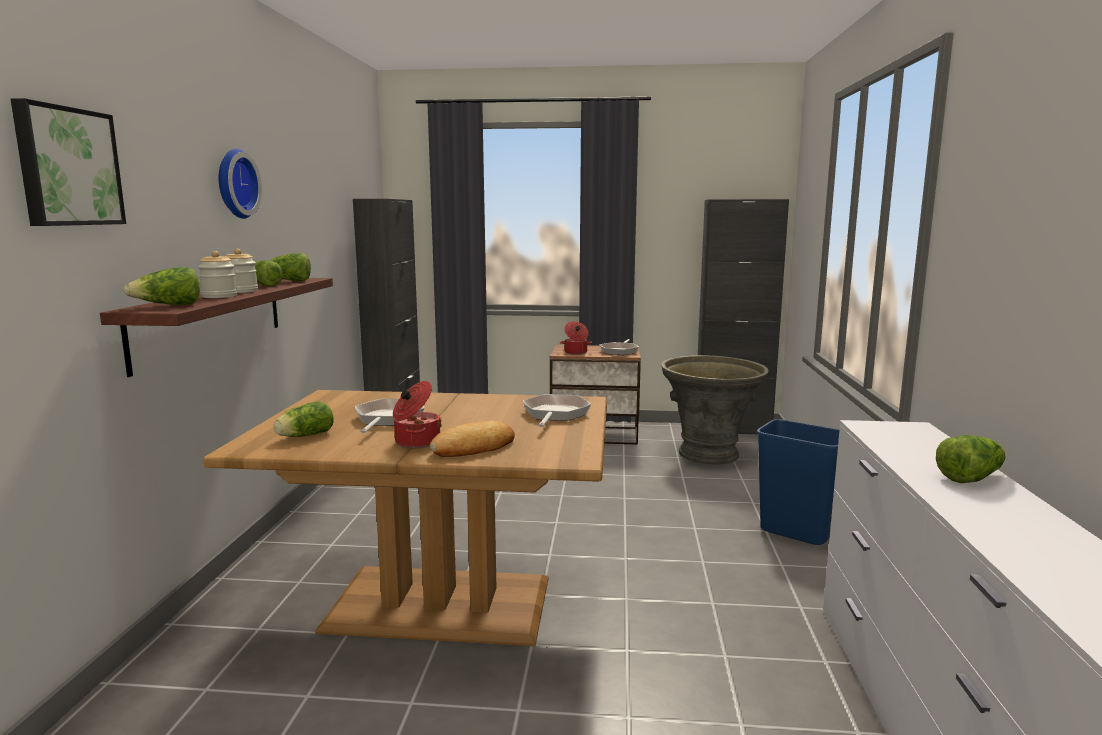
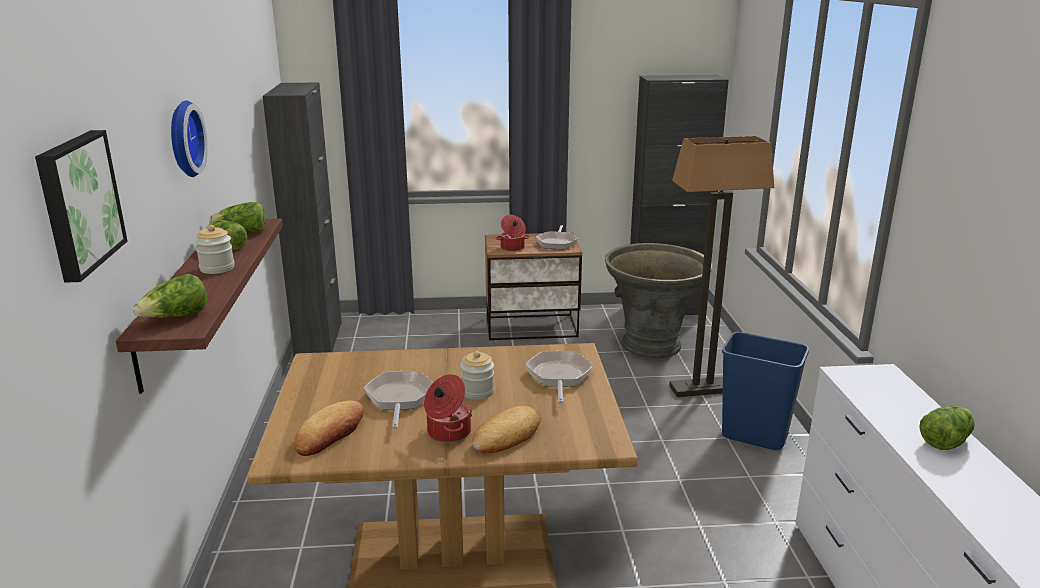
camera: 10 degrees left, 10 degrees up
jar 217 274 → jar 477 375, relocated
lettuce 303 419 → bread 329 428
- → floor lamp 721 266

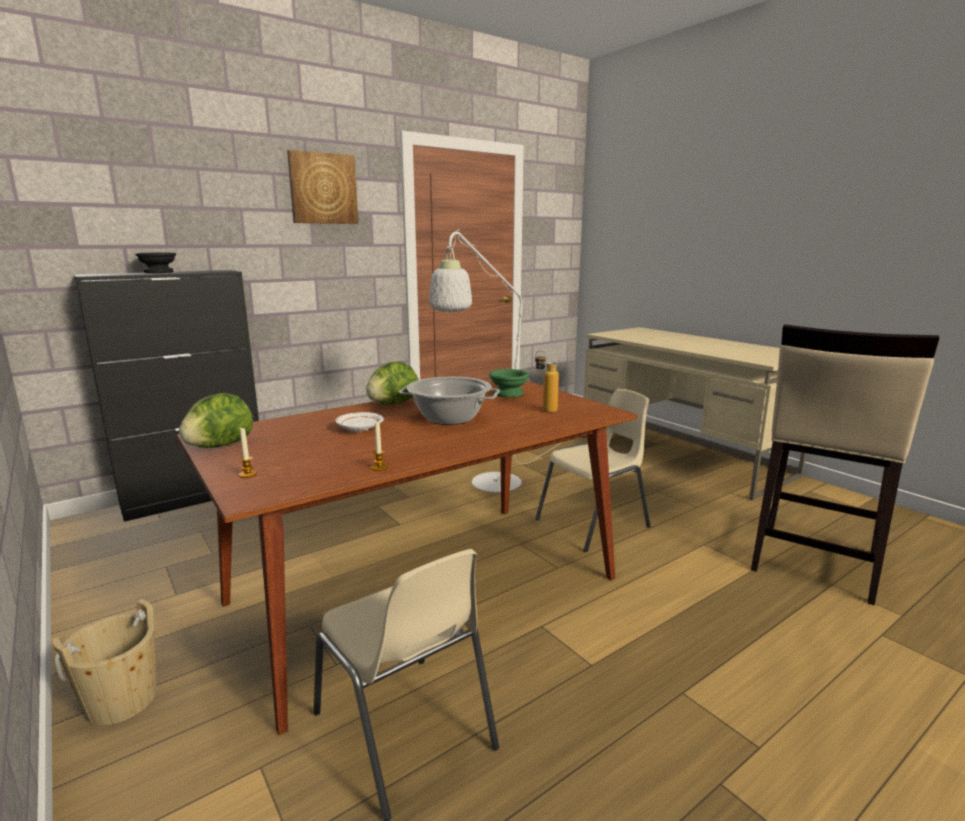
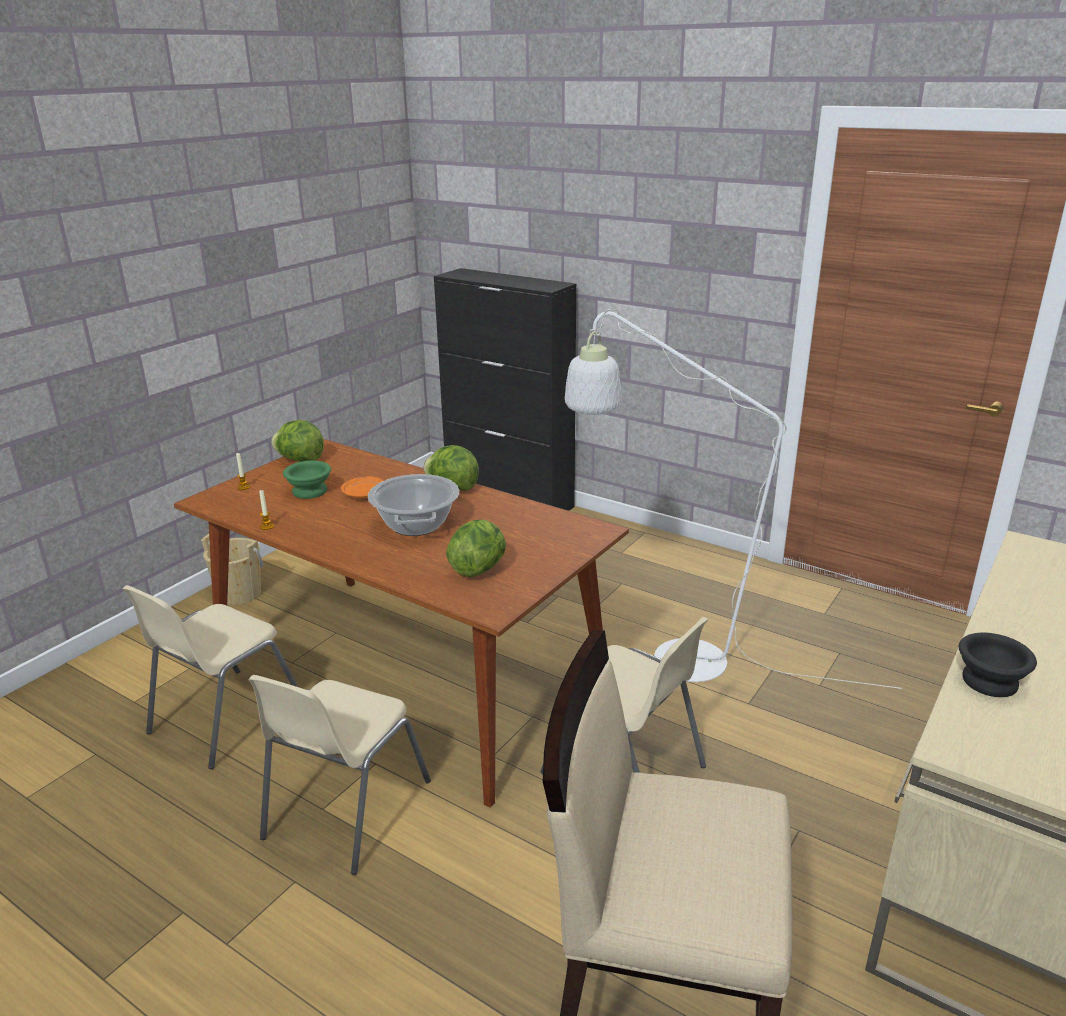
camera: 70 degrees right, 10 degrees up
bowl in black 155 263 → bowl in black 998 664, relocated
picture 322 187 → -
plate in white 359 422 → plate in orange 362 487
bowl in green 509 383 → bowl in green 307 480, relocated
bottle 547 382 → lettuce 476 548
- → chair in beige 340 775

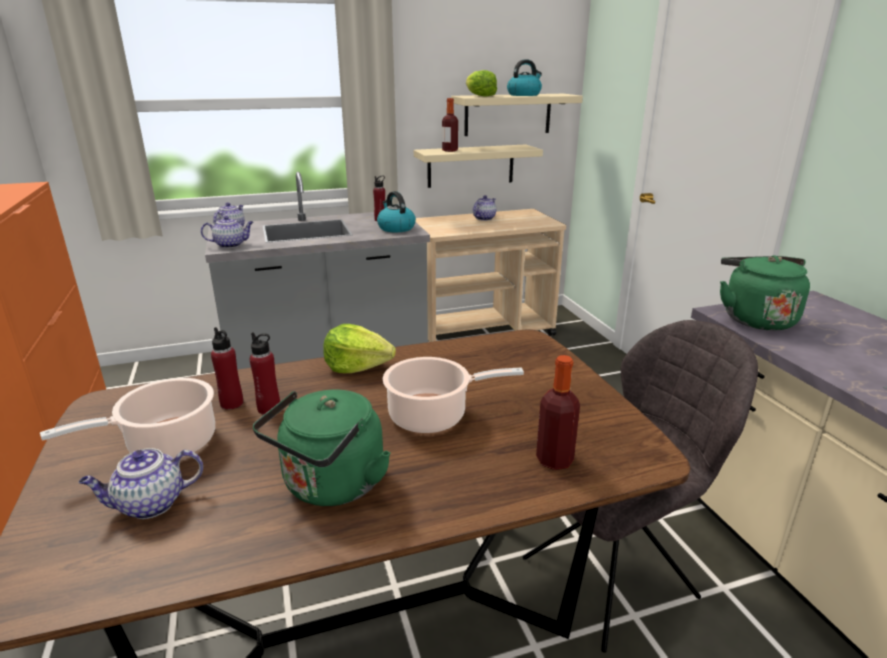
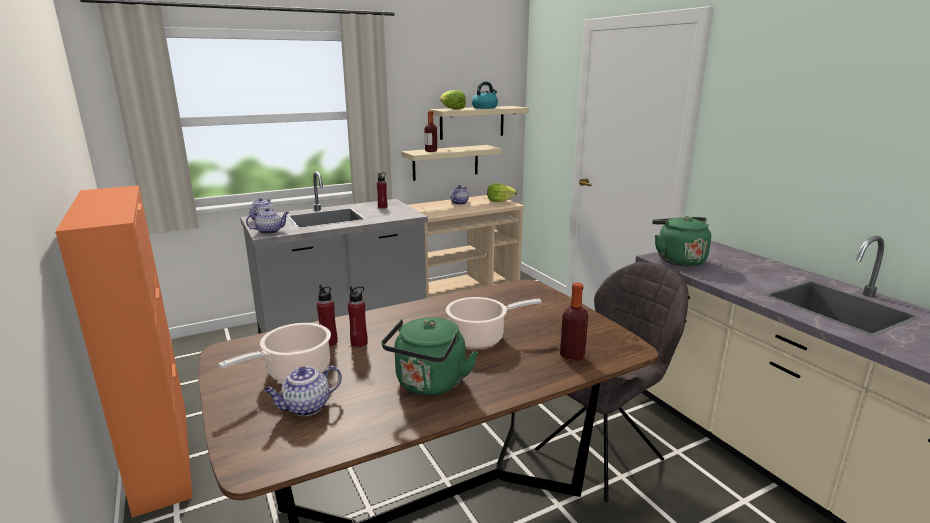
camera: 10 degrees left, 5 degrees down
lettuce 359 348 → lettuce 502 192, relocated
kettle 396 211 → -

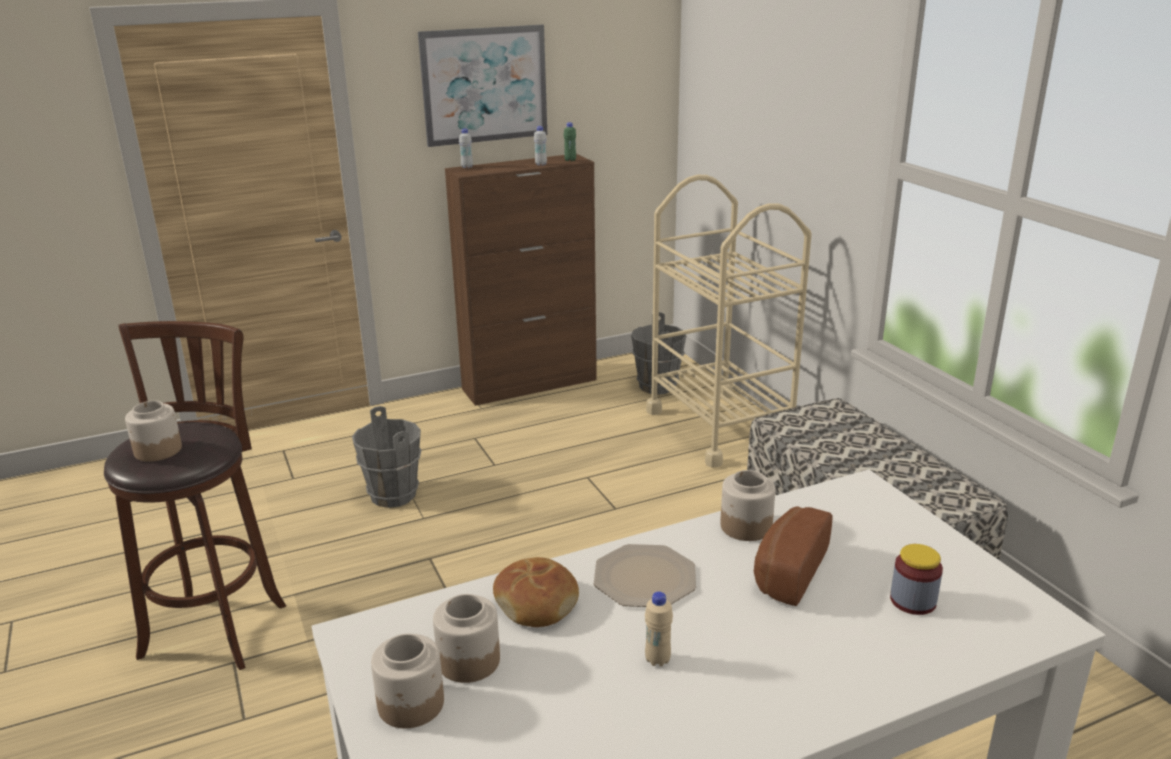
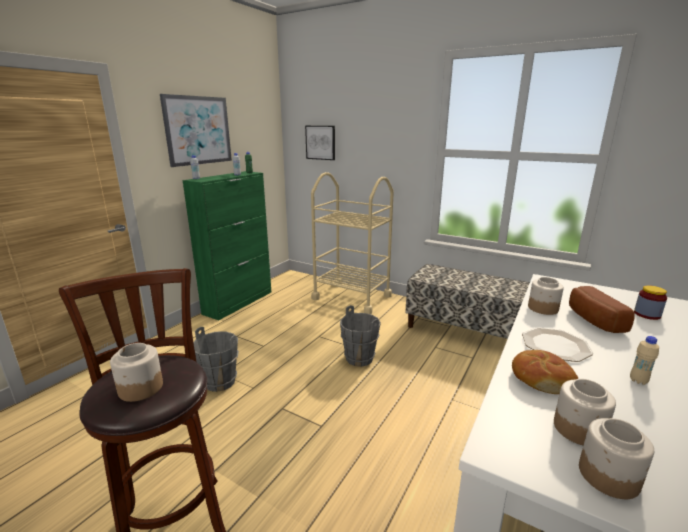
camera: 35 degrees left, 5 degrees down
cabinet in brown 521 280 → cabinet in green 226 246
bucket in grey 658 353 → bucket in grey 360 336, relocated
- → picture 320 143

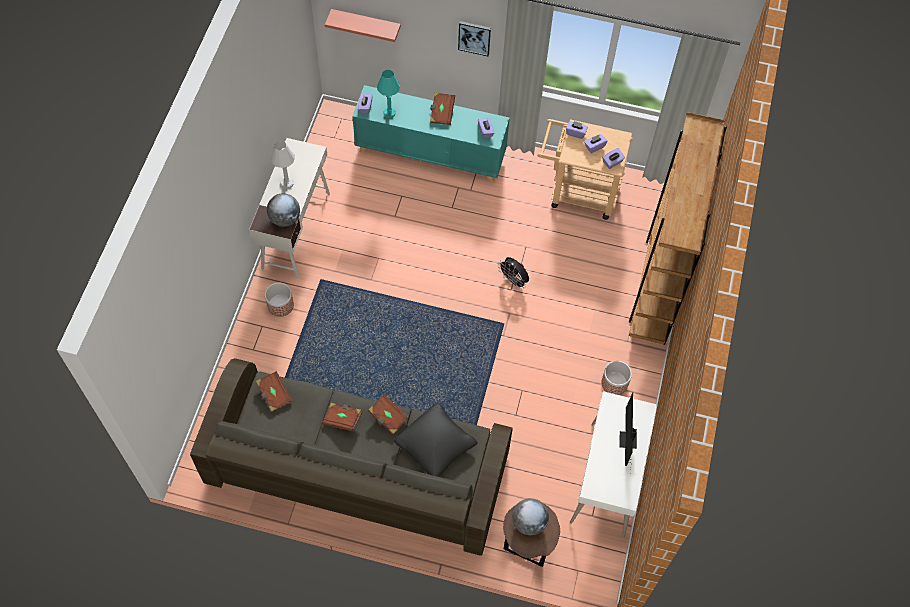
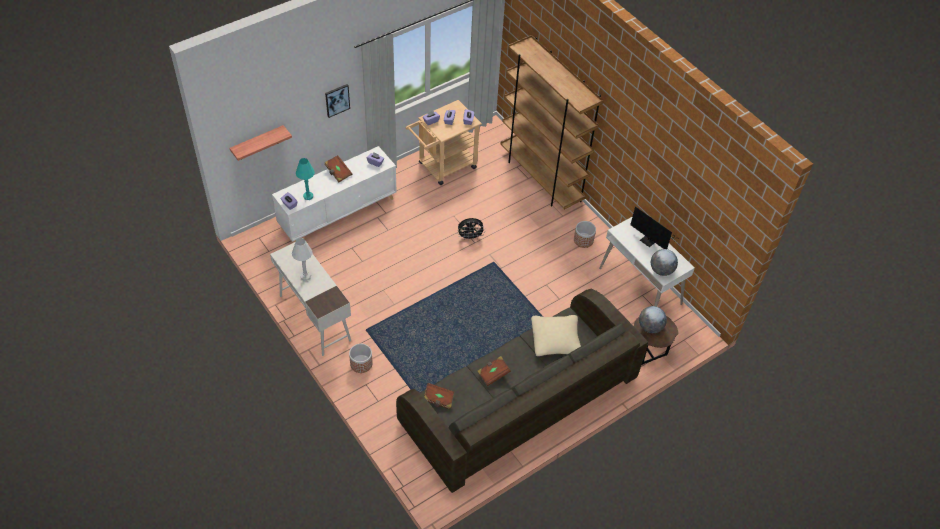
camera: 50 degrees left, 10 degrees down
globe 283 210 → globe 664 262, relocated
cabinet in turquoise 431 134 → cabinet in white 334 194
book in brown 388 414 → -
pillow in black 436 440 → pillow in beige 556 335

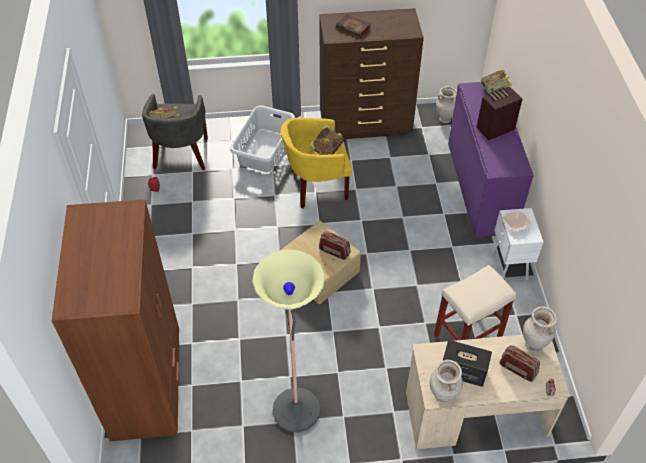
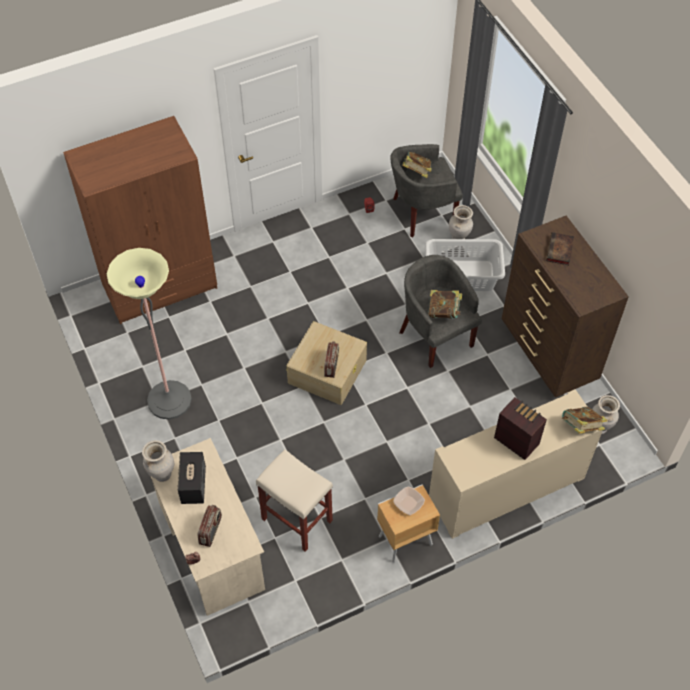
camera: 70 degrees right, 5 degrees up
armchair in yellow 316 163 → armchair in grey 440 311
cabinet in purple 491 160 → cabinet in beige 516 464
nightstand in white 517 244 → nightstand in brown 408 523
vase in beige 540 329 → vase in beige 461 222, relocated

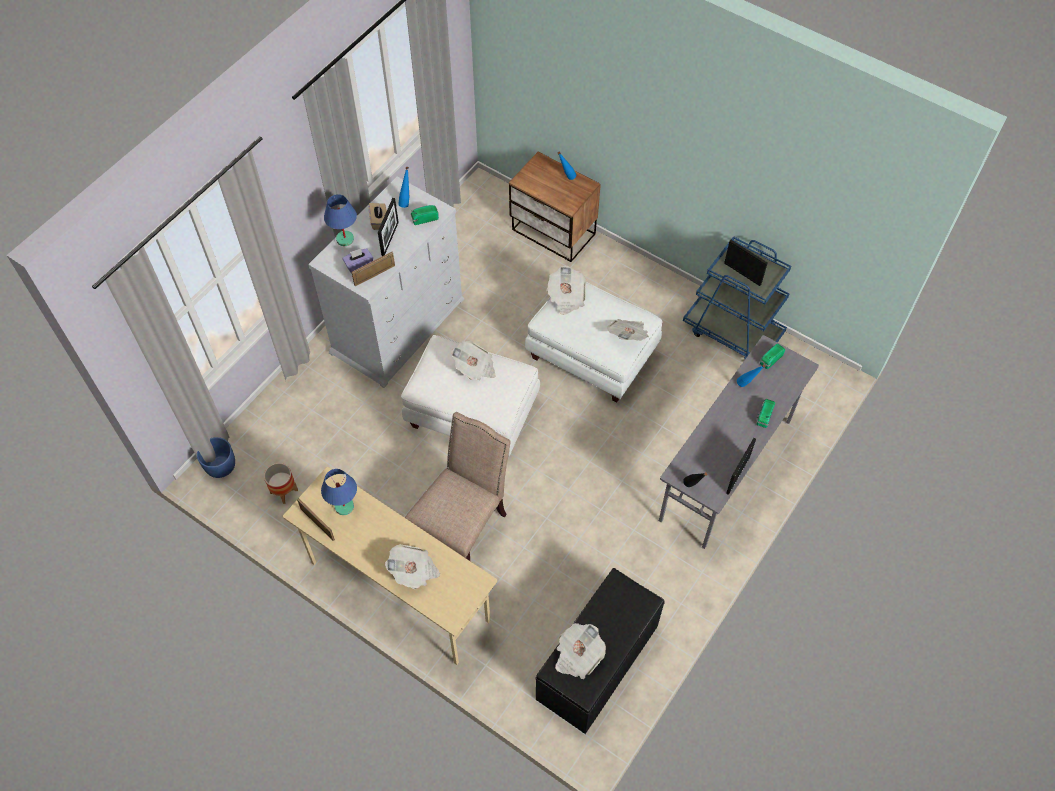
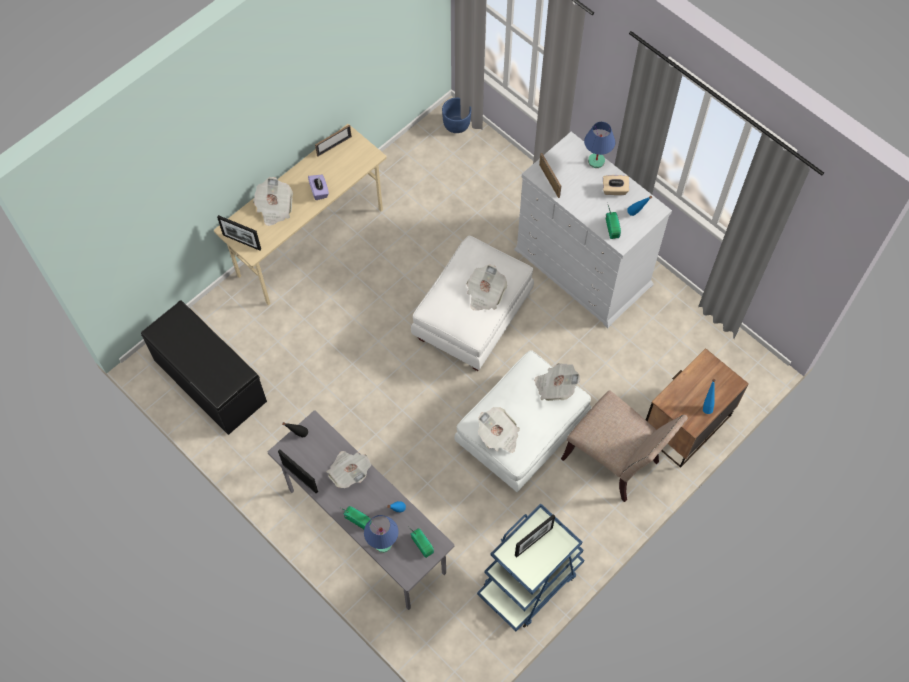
camera: 100 degrees right, 5 degrees up
planter 281 483 → -
table lamp in blue 339 492 → table lamp in blue 381 534, relocated
tissue box in purple 357 260 → tissue box in purple 318 187, relocated
picture frame 388 227 → picture frame 239 232, relocated
chair in beige 458 486 → chair in beige 624 446, relocated
newspaper 580 651 → newspaper 349 469, relocated

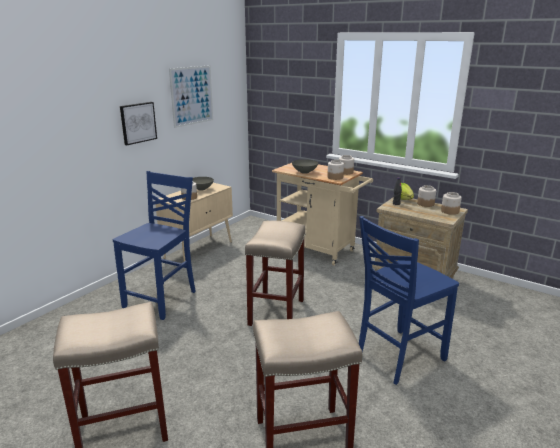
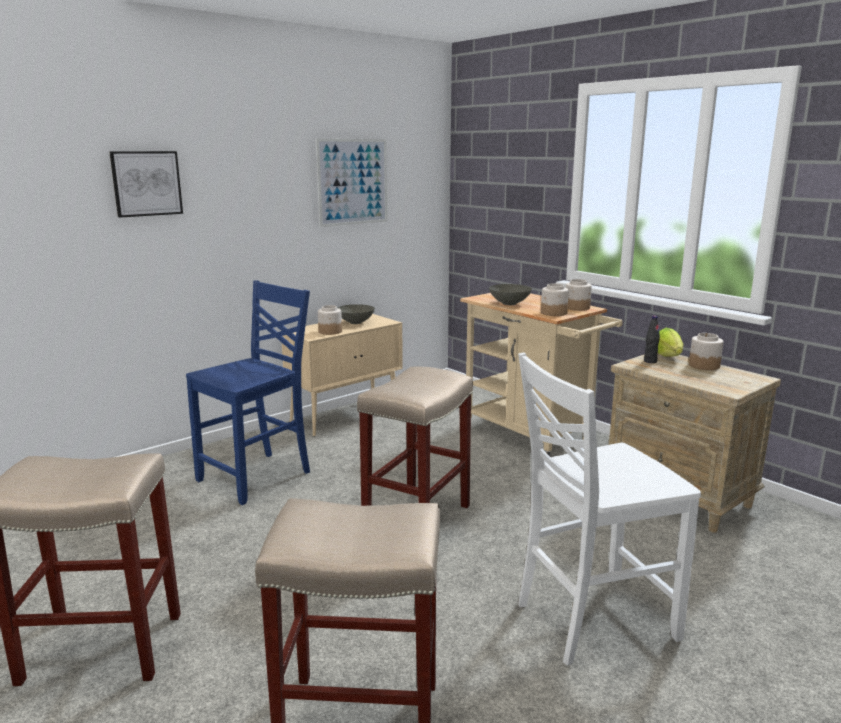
camera: 15 degrees right, 5 degrees down
picture 138 123 → picture 146 184, relocated
chair in blue 409 300 → chair in white 609 509
jar 451 203 → -

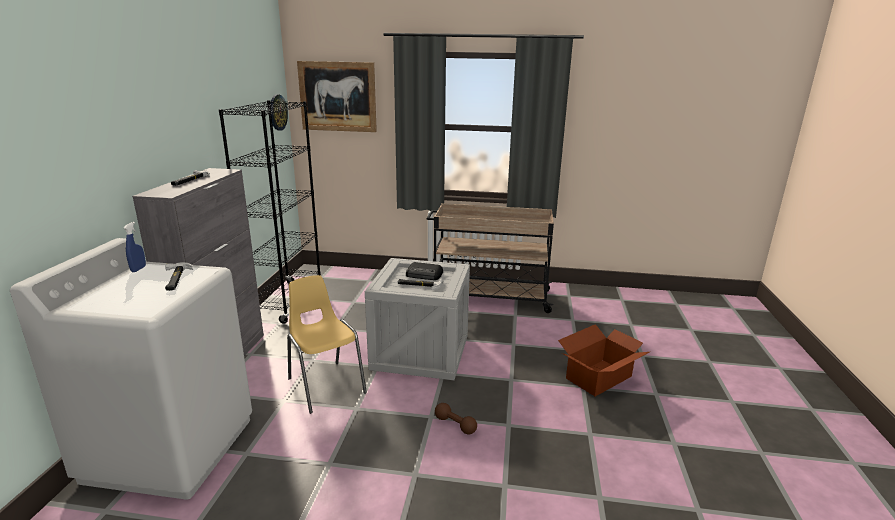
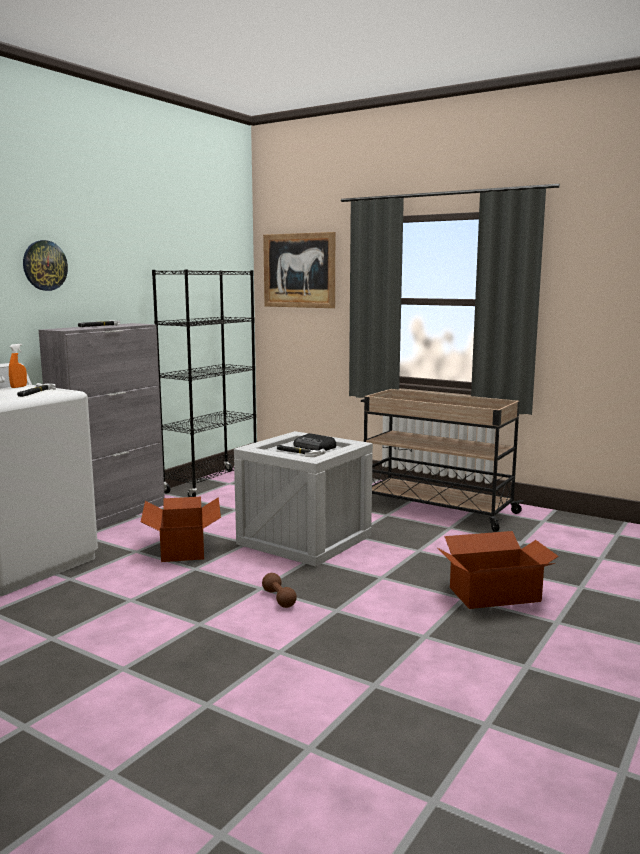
camera: 25 degrees right, 10 degrees down
spray bottle in blue 134 247 → spray bottle in orange 18 366
wall clock 279 112 → wall clock 45 265, relocated
chair in yellow 327 344 → cardboard box 181 529

